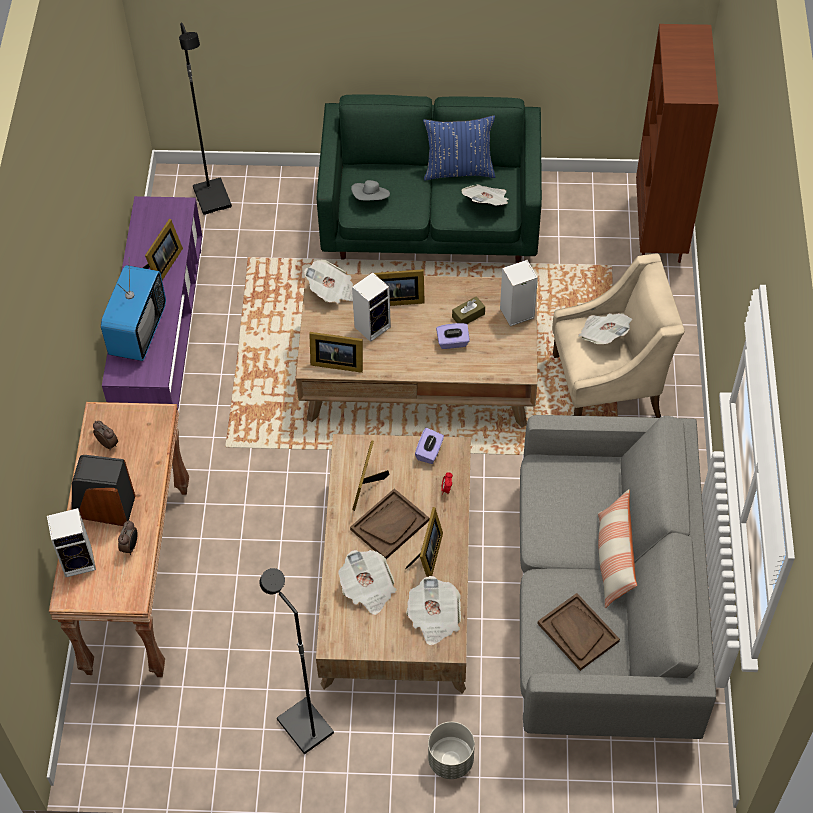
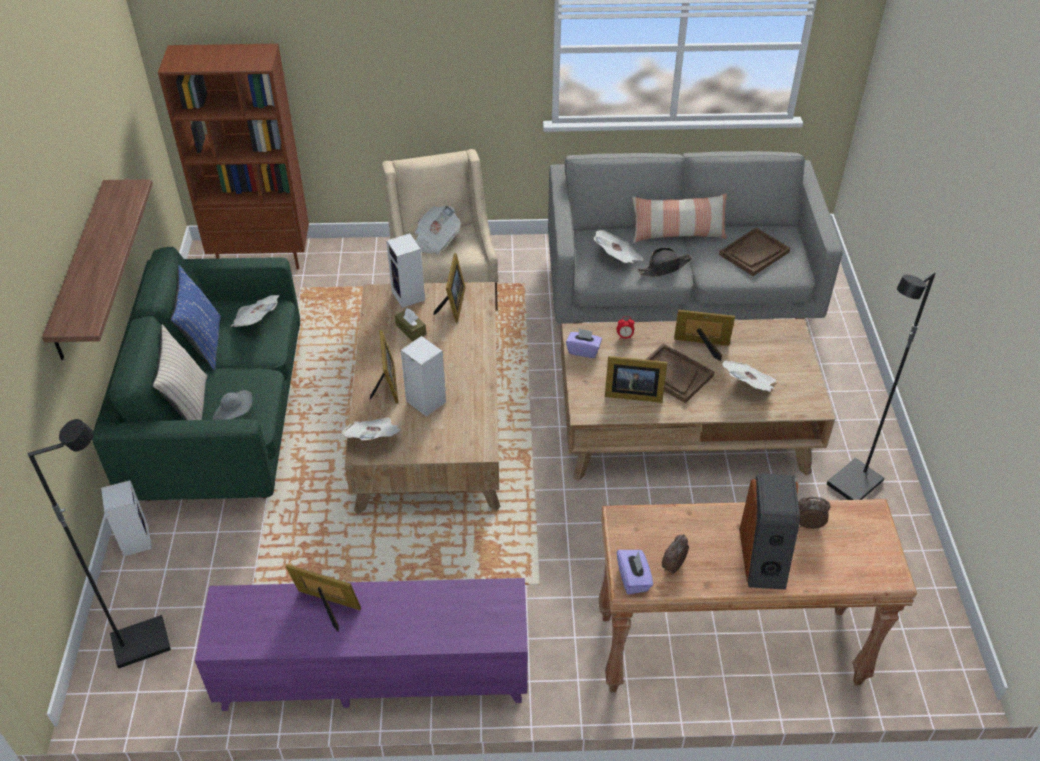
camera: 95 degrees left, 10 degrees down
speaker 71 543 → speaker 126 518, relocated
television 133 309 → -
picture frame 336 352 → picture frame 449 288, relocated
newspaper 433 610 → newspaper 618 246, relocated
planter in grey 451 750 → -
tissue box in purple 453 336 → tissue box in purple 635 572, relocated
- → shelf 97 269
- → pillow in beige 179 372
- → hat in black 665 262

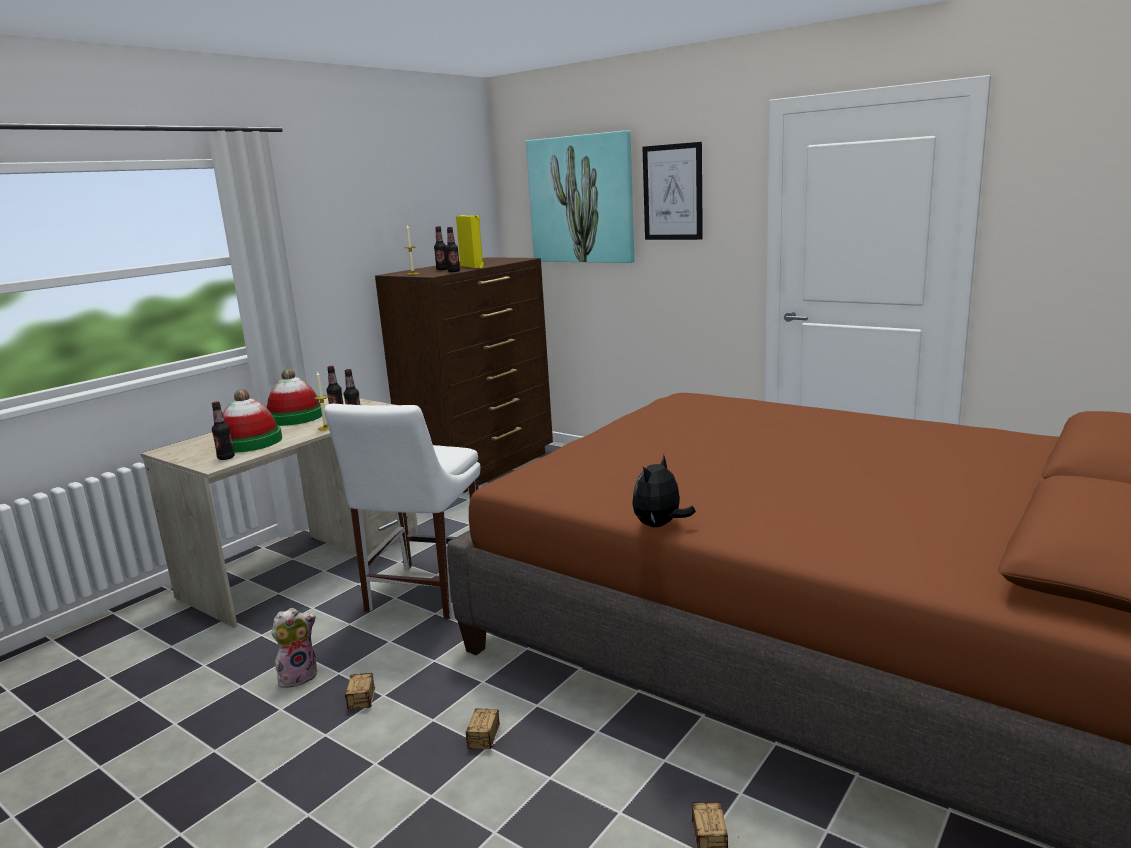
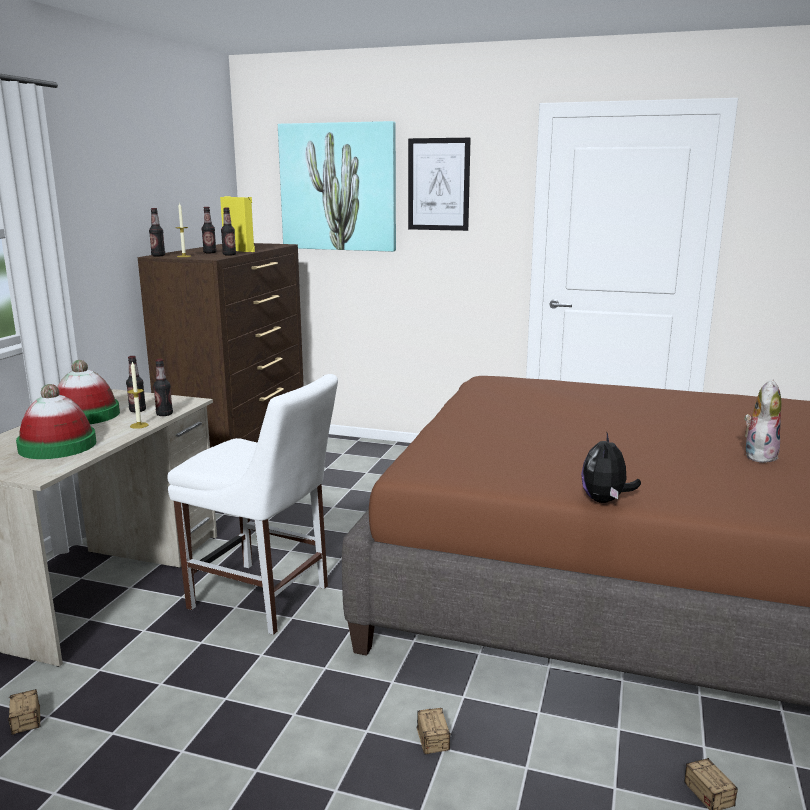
camera: 20 degrees left, 0 degrees up
bottle 223 430 → bottle 157 232, relocated
plush toy 294 648 → plush toy 762 421, relocated
chair in white 402 511 → chair in white 252 504, 60 degrees counterclockwise
storage box 360 691 → storage box 24 712, relocated

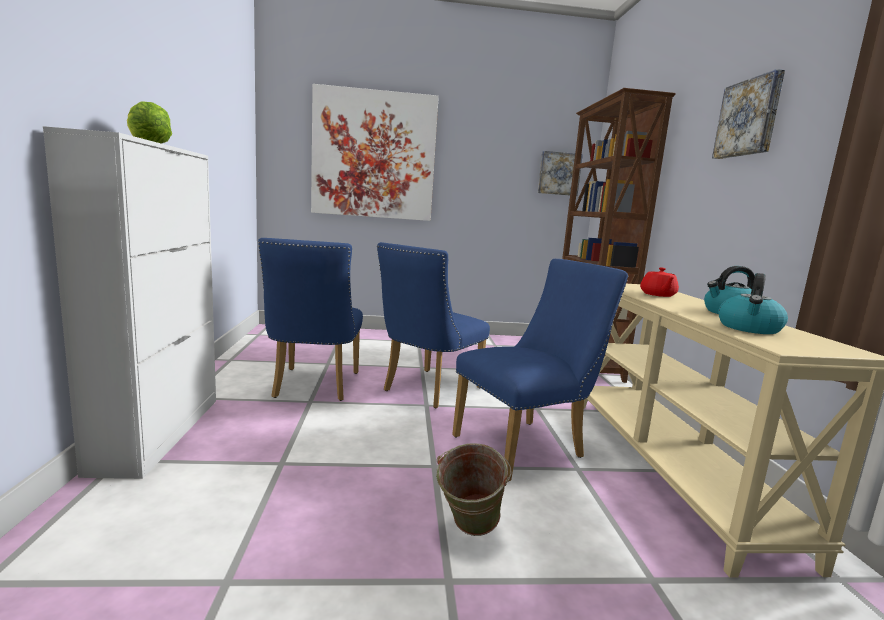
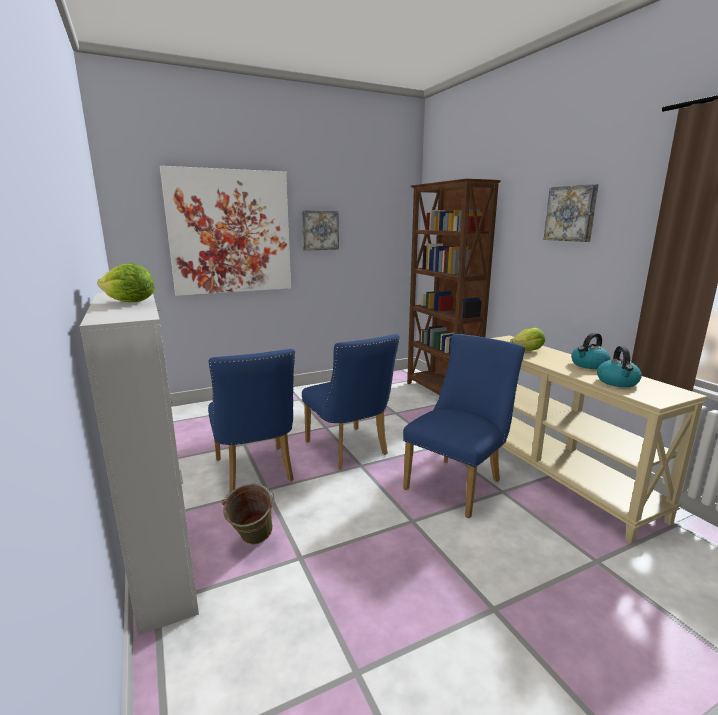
camera: 20 degrees left, 5 degrees up
chair in blue 433 325 → chair in blue 351 401, 45 degrees counterclockwise
bucket in green 474 489 → bucket in green 248 513, relocated
picture 560 173 → picture 320 231, relocated
teapot in red 659 282 → lettuce 527 339

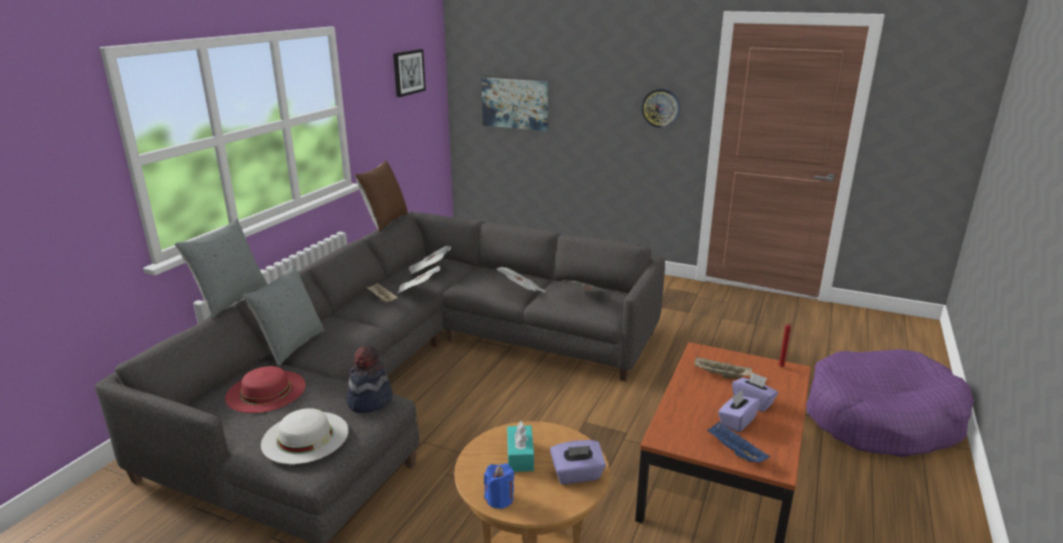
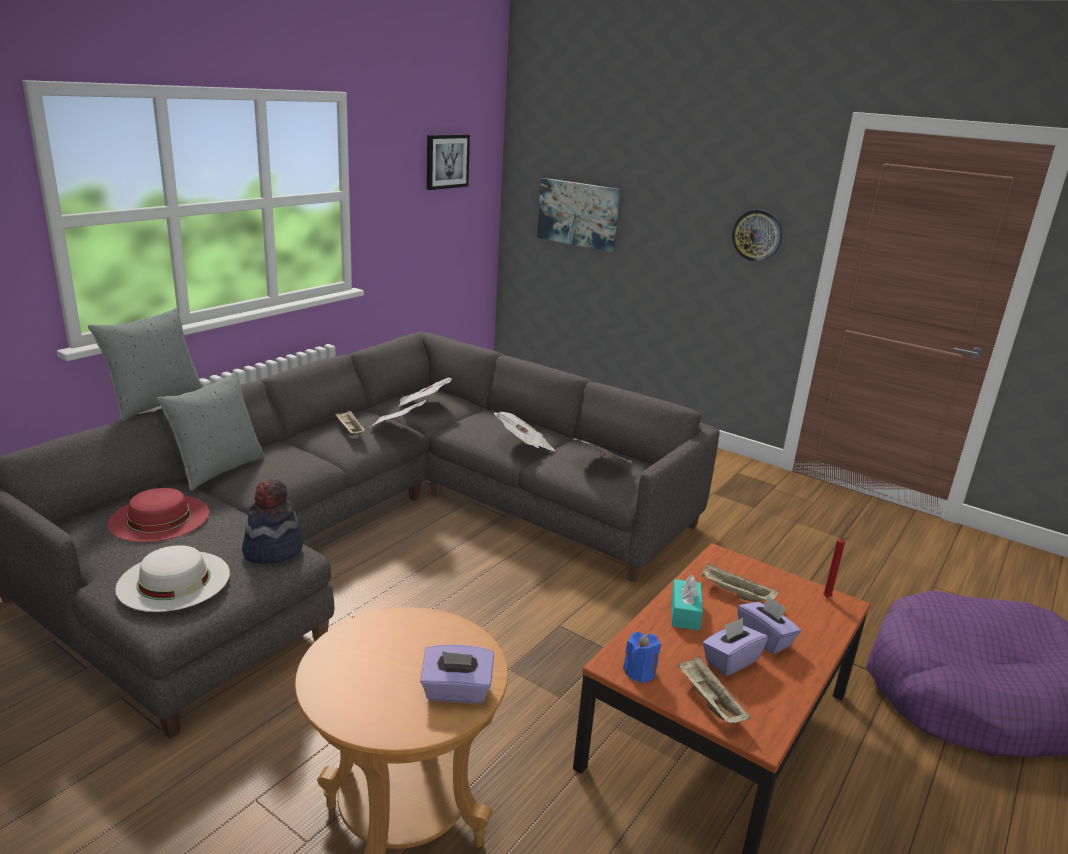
camera: 10 degrees right, 0 degrees up
pillow in brown 381 196 → -
candle in blue 499 486 → candle in blue 642 657, relocated
tissue box in turquoise 520 446 → tissue box in turquoise 687 602, relocated
tray in blue 738 442 → tray in beige 714 689

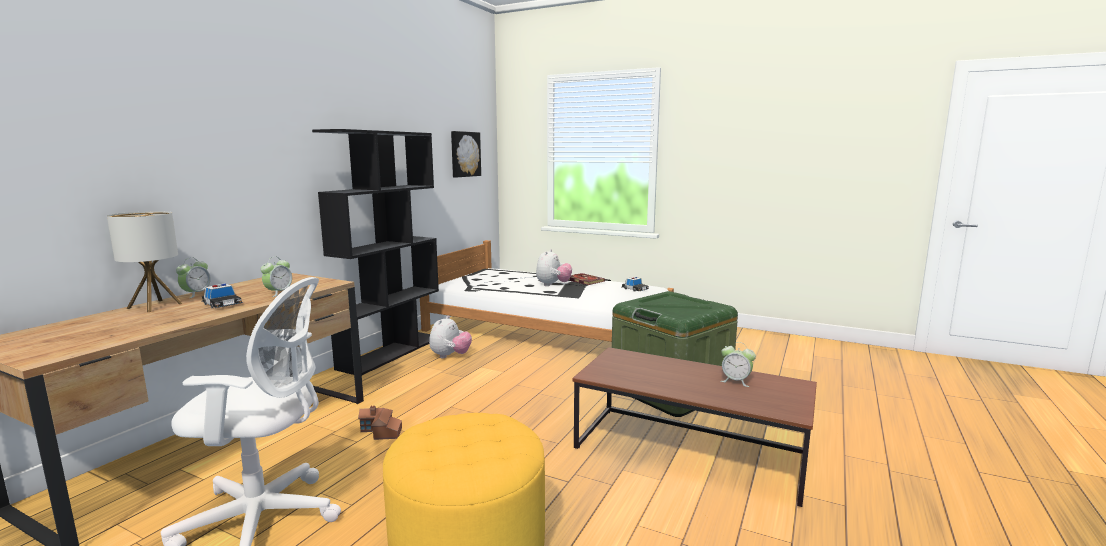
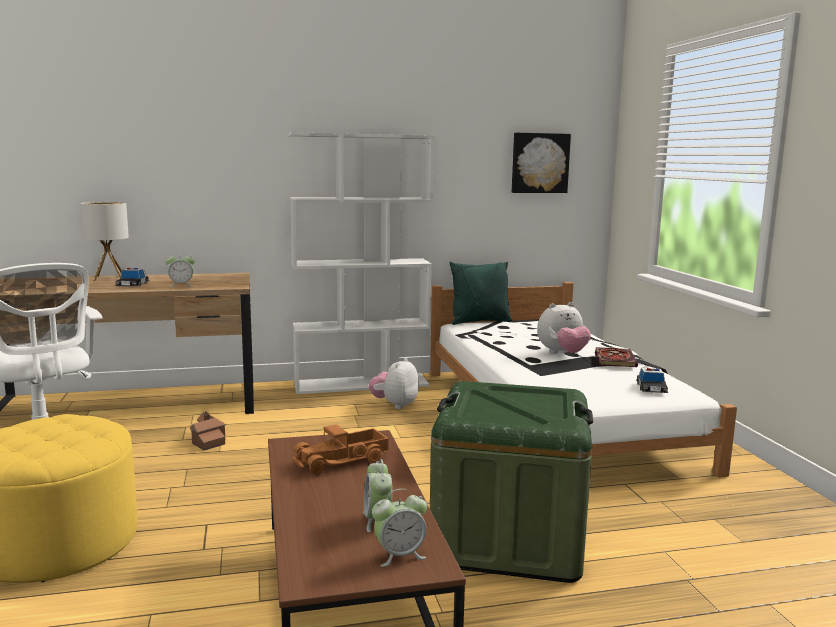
camera: 50 degrees right, 0 degrees up
alarm clock 193 278 → alarm clock 399 528, relocated
bookcase in black 375 252 → bookcase in white 361 263
plush toy 450 336 → plush toy 394 383, 135 degrees clockwise
- → toy truck 340 449
- → pillow in green 481 293

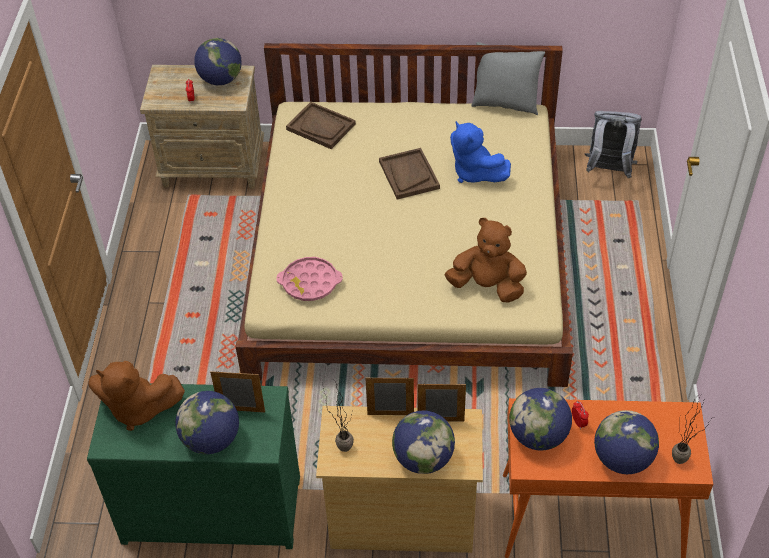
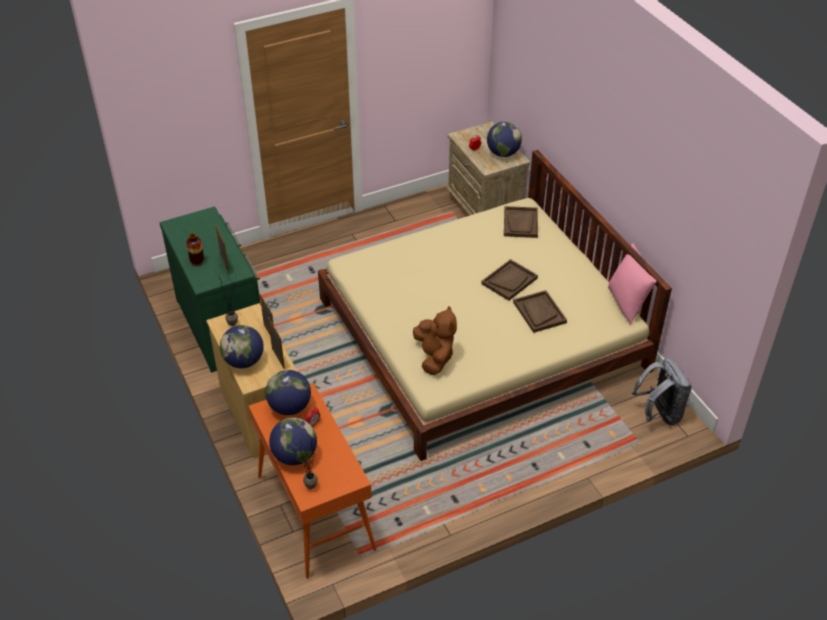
camera: 60 degrees right, 5 degrees down
plush toy in brown 136 396 → -
globe 207 422 → vase 195 249
tray in pink 309 279 → -
plush toy in blue 480 152 → tray in brown 540 311
pillow in grey 508 78 → pillow in pink 632 284

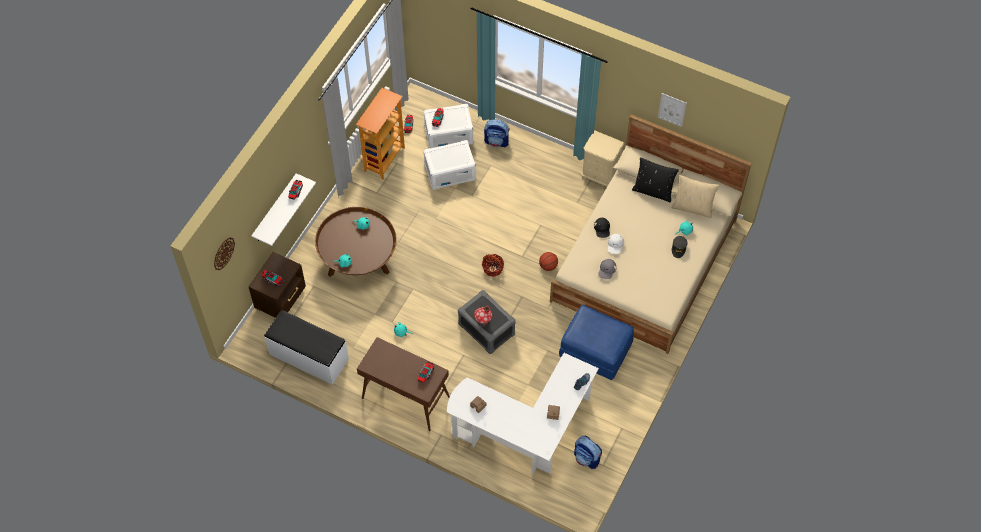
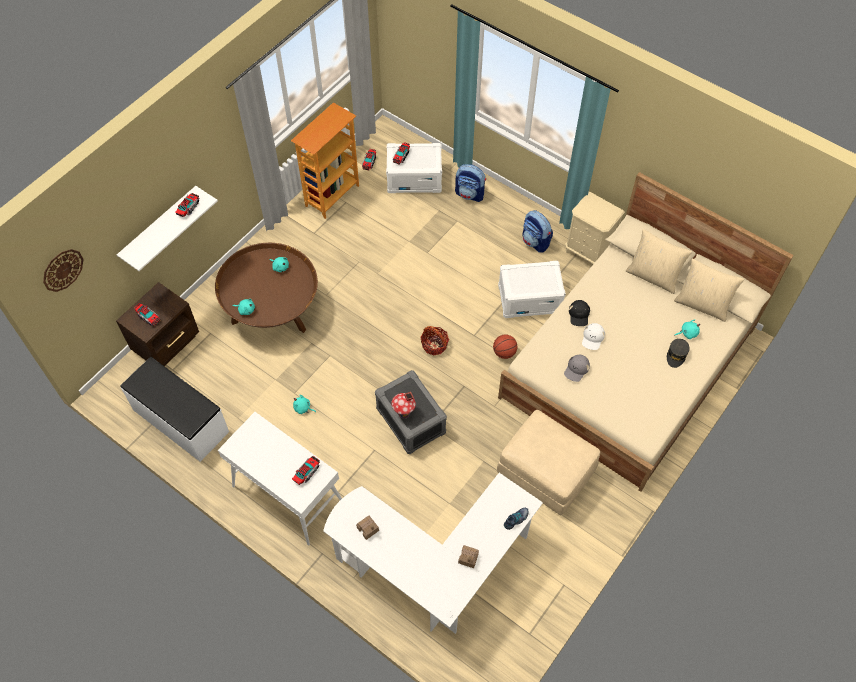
camera: 10 degrees right, 0 degrees up
console table in brown 403 384 → console table in white 280 479
storage box in white 449 165 → storage box in white 532 289, relocated
ottoman in blue 596 342 → ottoman in beige 548 463
backpack 588 452 → backpack 537 231, relocated
pillow in black 655 180 → pillow in beige 659 261
picture 672 110 → -

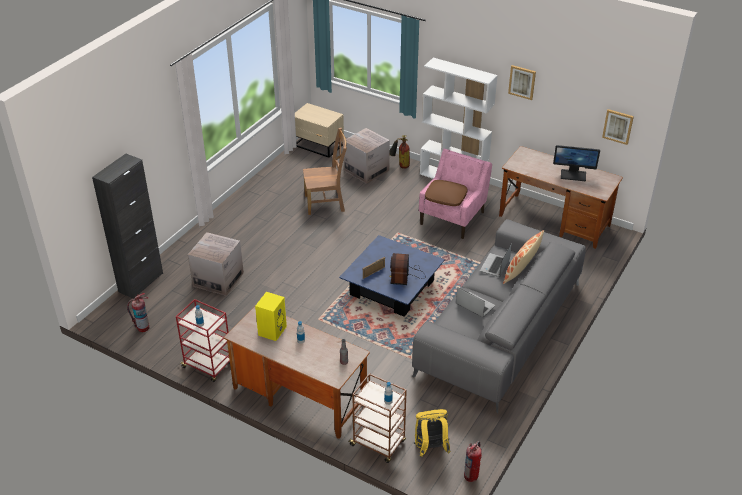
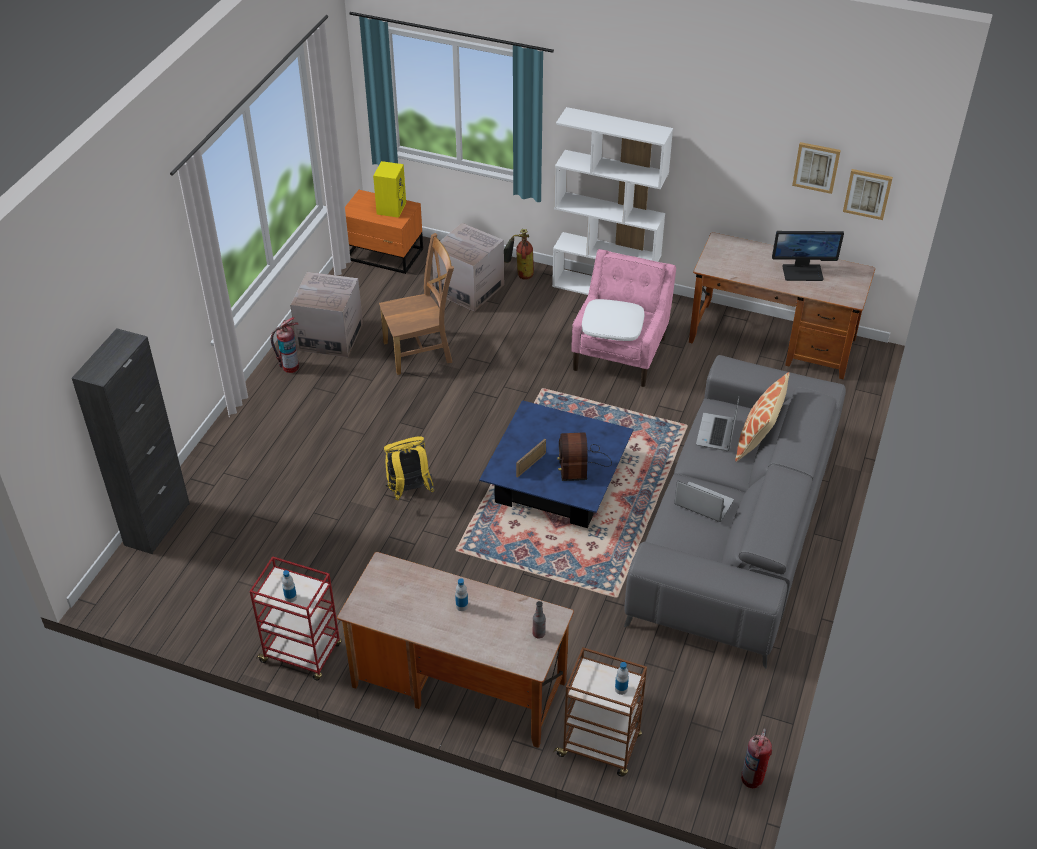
camera: 10 degrees left, 5 degrees up
fire extinguisher 138 312 → fire extinguisher 285 345, relocated
cardboard box 216 264 → cardboard box 326 314, relocated
speaker in yellow 271 316 → speaker in yellow 389 189, relocated
nightstand in beige 319 130 → nightstand in orange 384 232
backpack in yellow 432 433 → backpack in yellow 409 468, relocated
pillow in brown 446 193 → pillow in white 613 320
picture 522 82 → picture 816 168, relocated

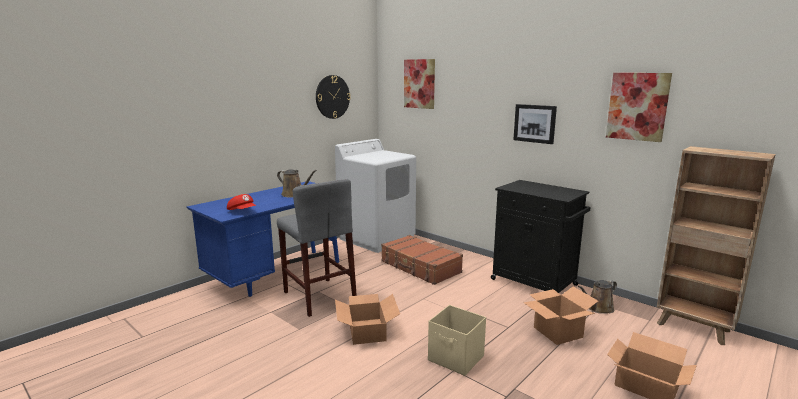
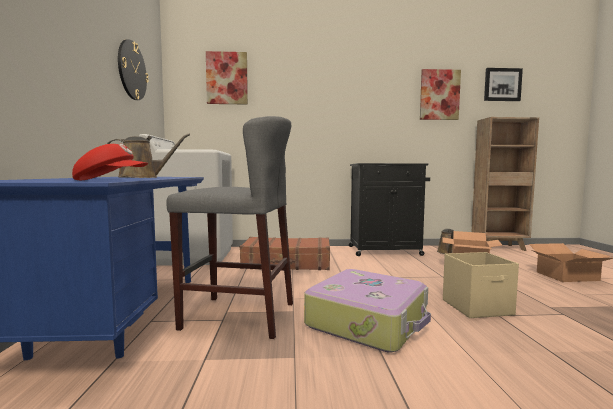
camera: 45 degrees left, 10 degrees down
cardboard box 367 319 → suitcase 367 310
picture 535 124 → picture 503 84, relocated

